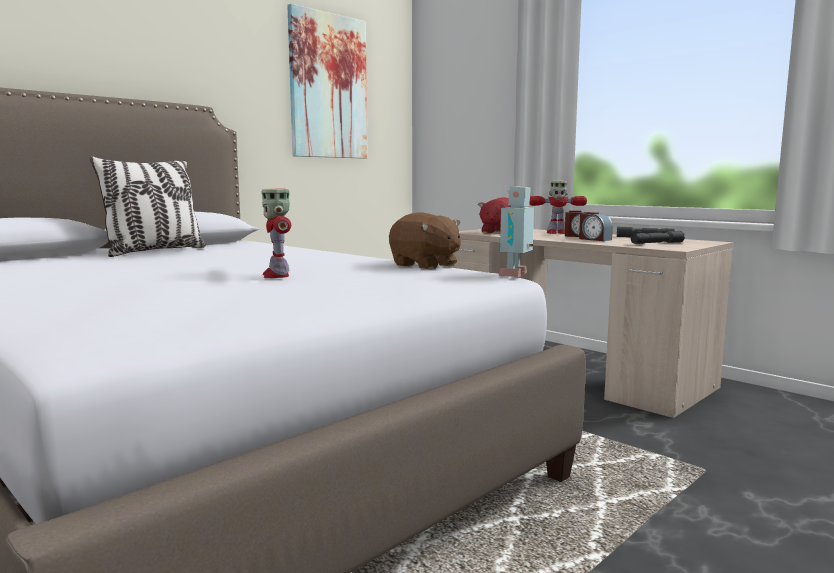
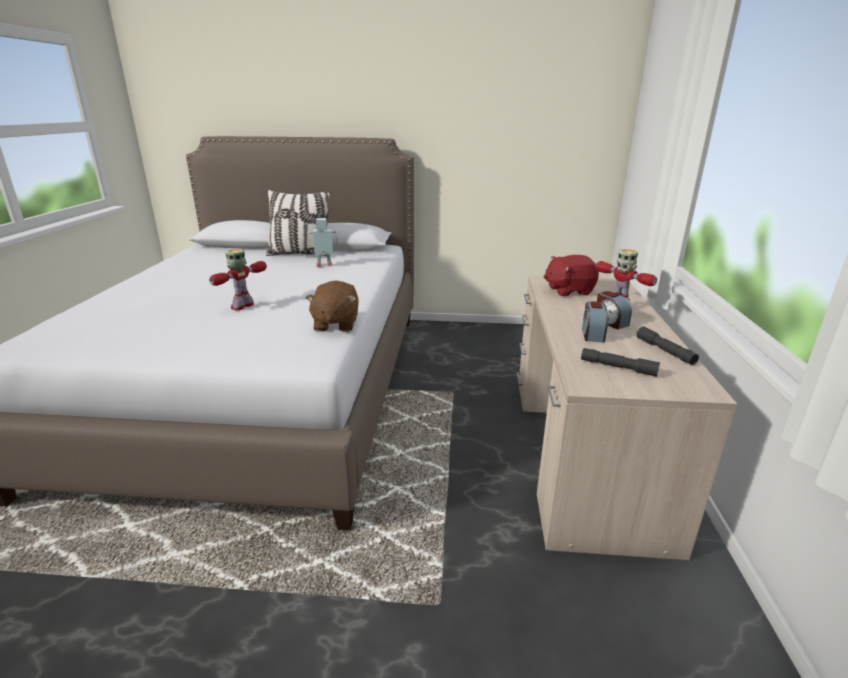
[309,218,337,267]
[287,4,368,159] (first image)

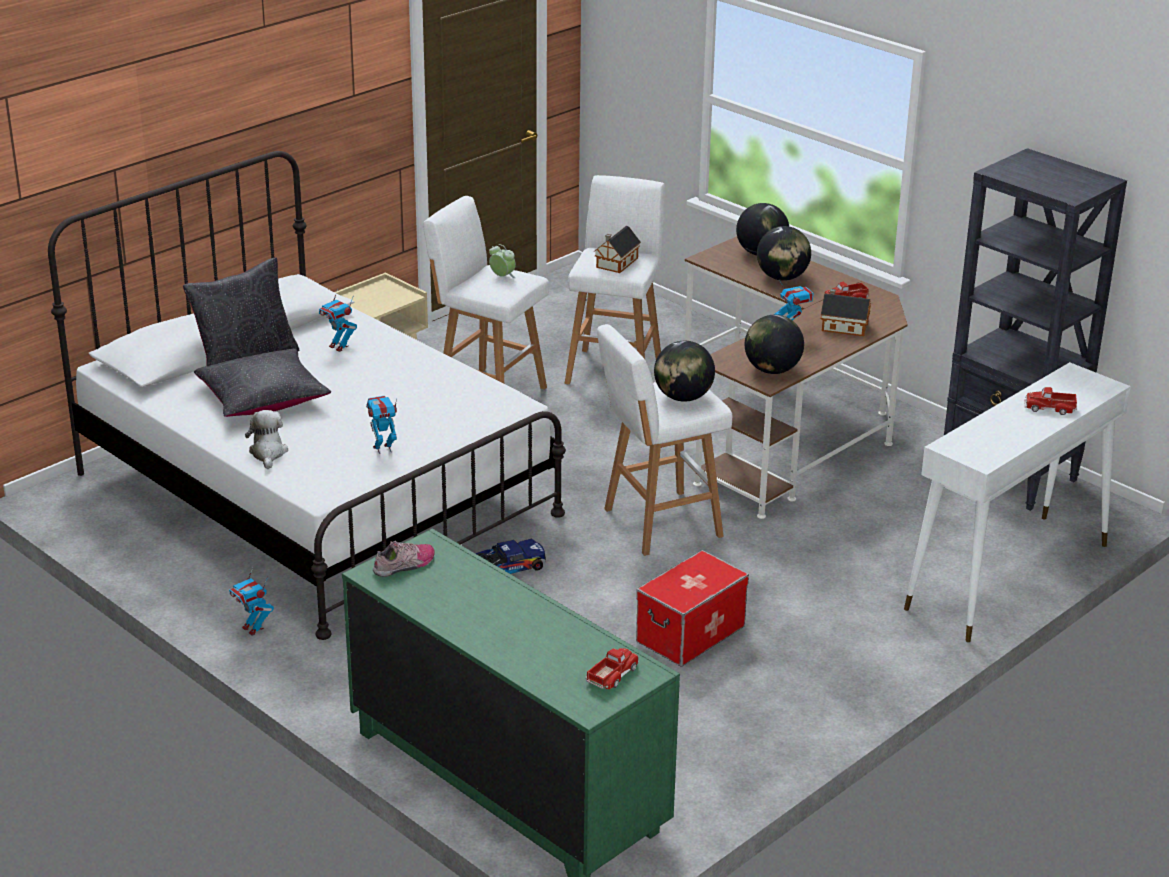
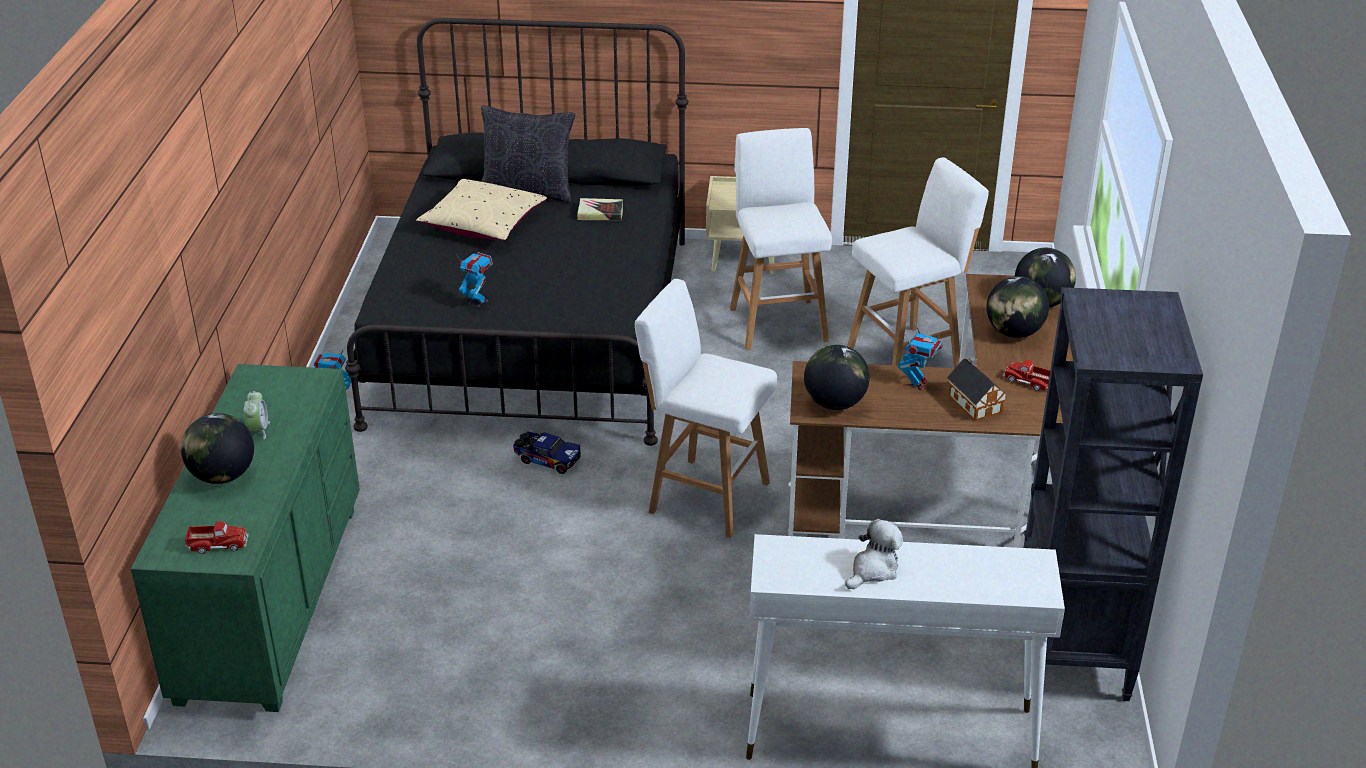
[181,413,254,484]
[243,391,270,439]
[345,18,688,446]
[416,179,547,241]
[577,198,623,220]
[845,519,903,589]
[373,541,435,577] (first image)
[595,226,641,273] (first image)
[636,550,749,667] (first image)
[1024,387,1077,415] (first image)

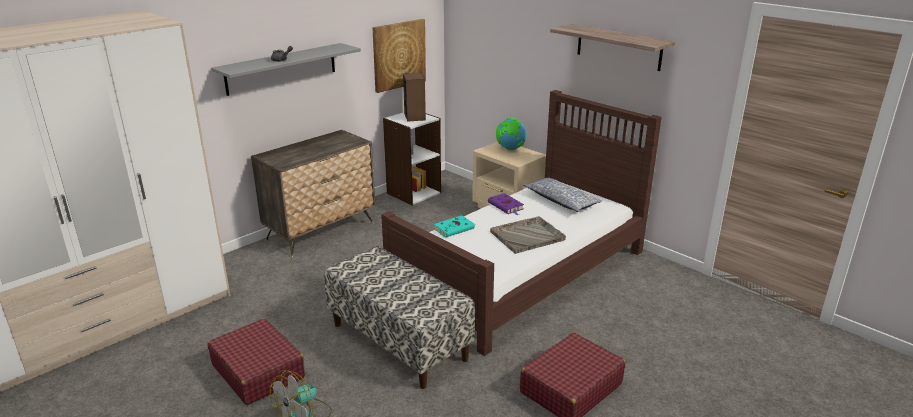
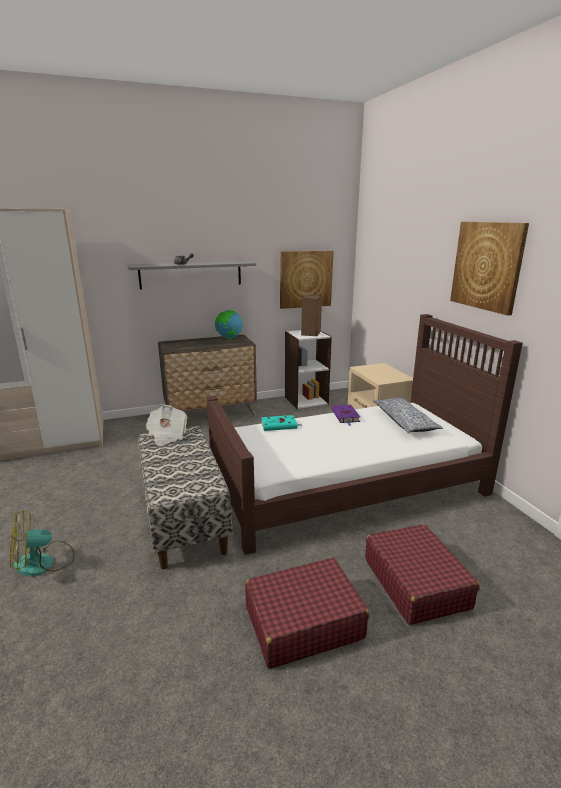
[146,405,188,446]
[215,310,243,339]
[365,524,480,625]
[450,222,529,315]
[490,216,566,254] (first image)

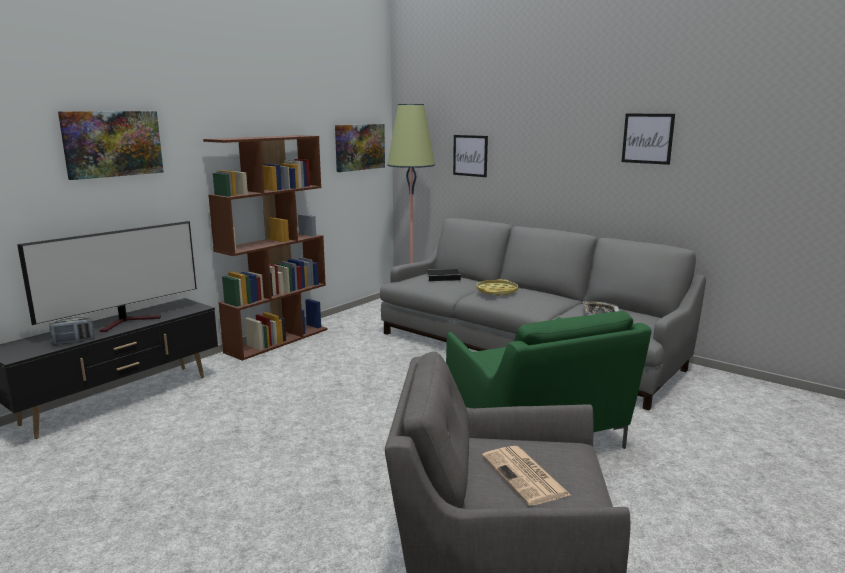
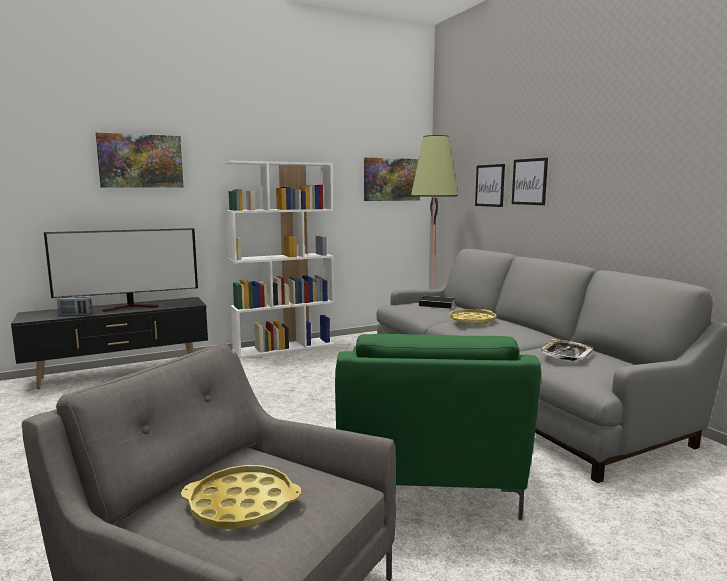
[181,465,301,529]
[223,161,335,359]
[512,158,548,205]

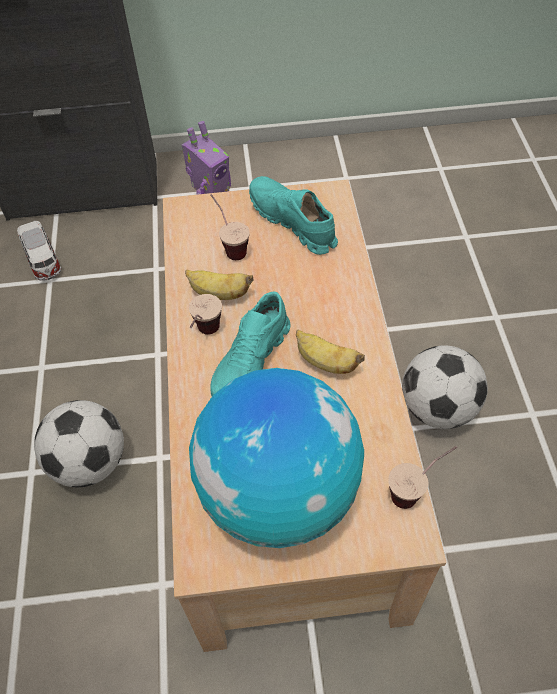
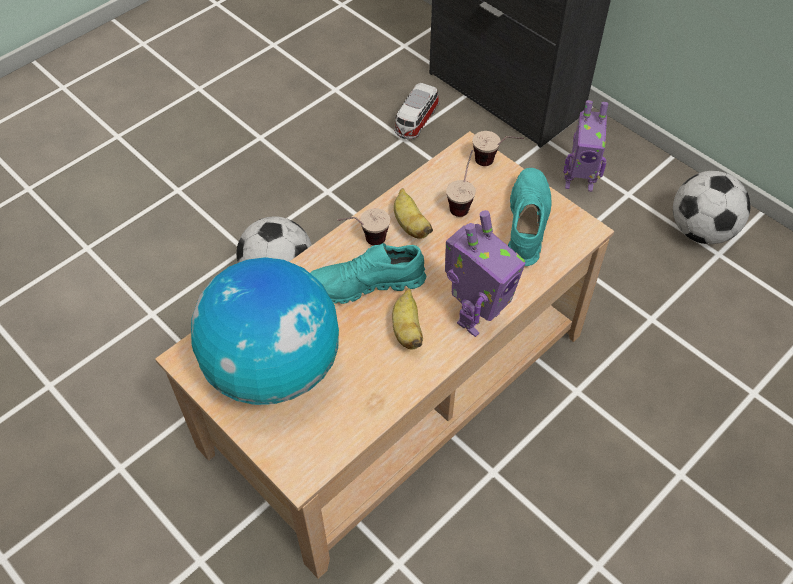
[445,210,526,337]
[472,131,524,166]
[673,171,750,244]

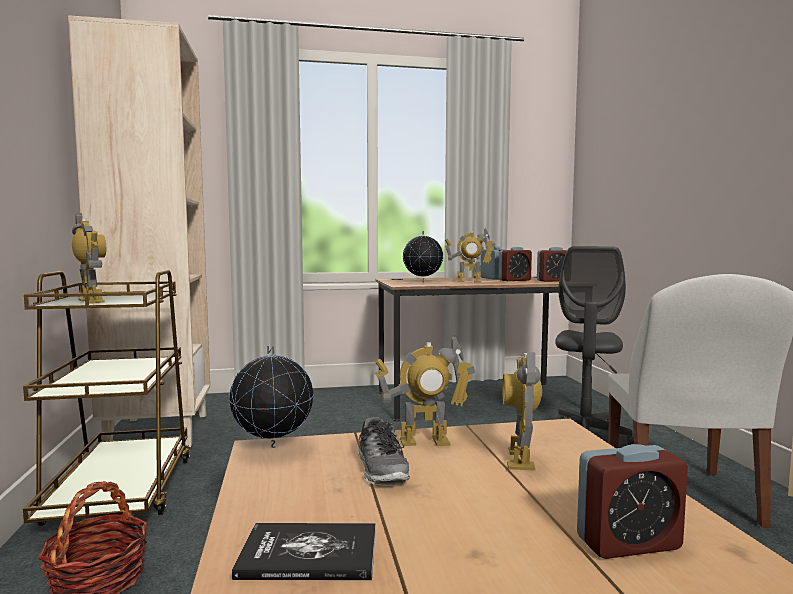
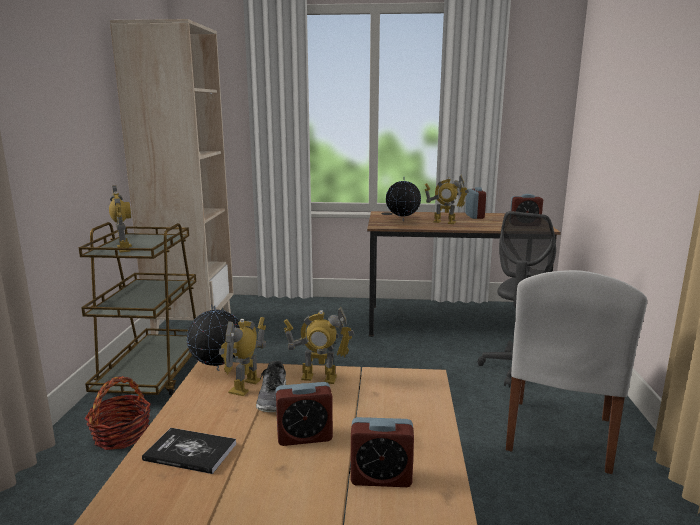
[219,317,266,396]
[276,382,333,446]

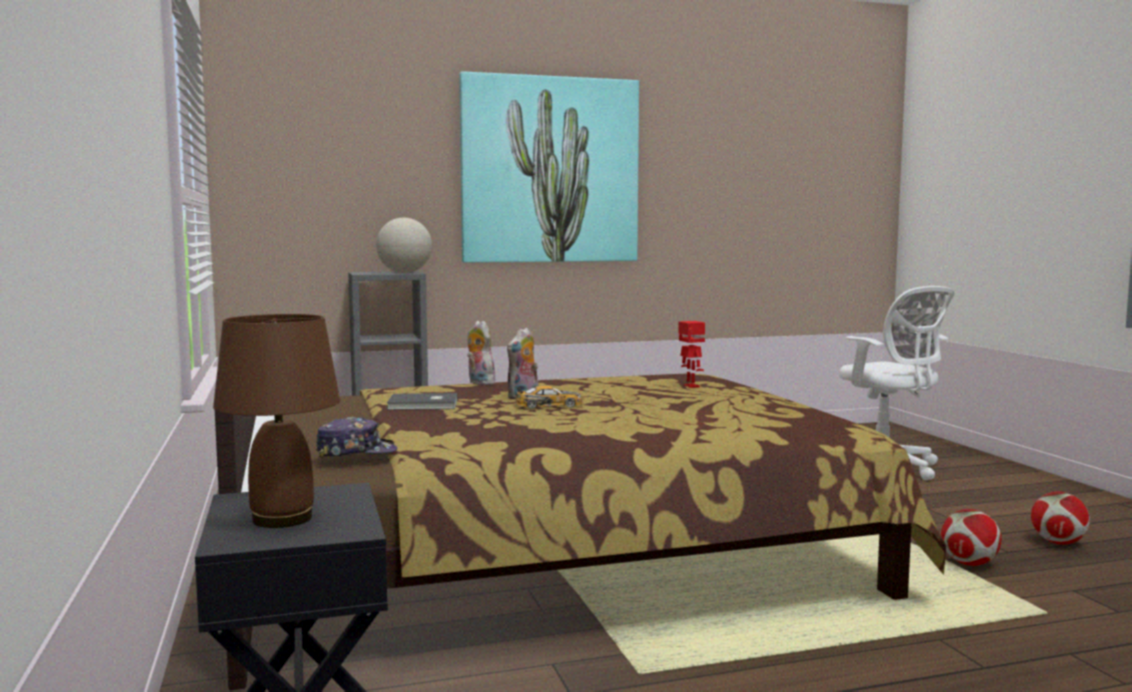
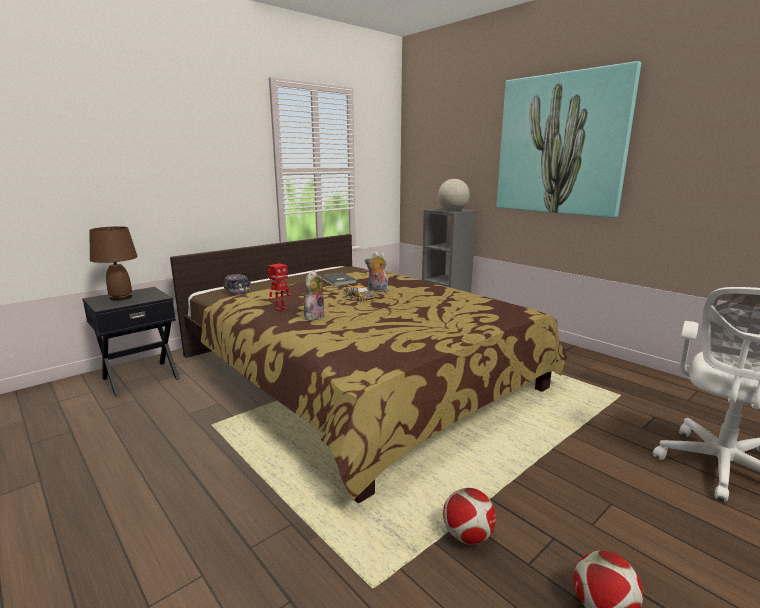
[268,263,291,311]
[303,271,325,321]

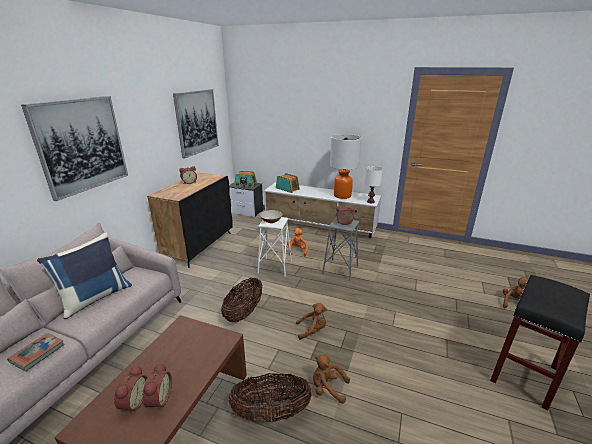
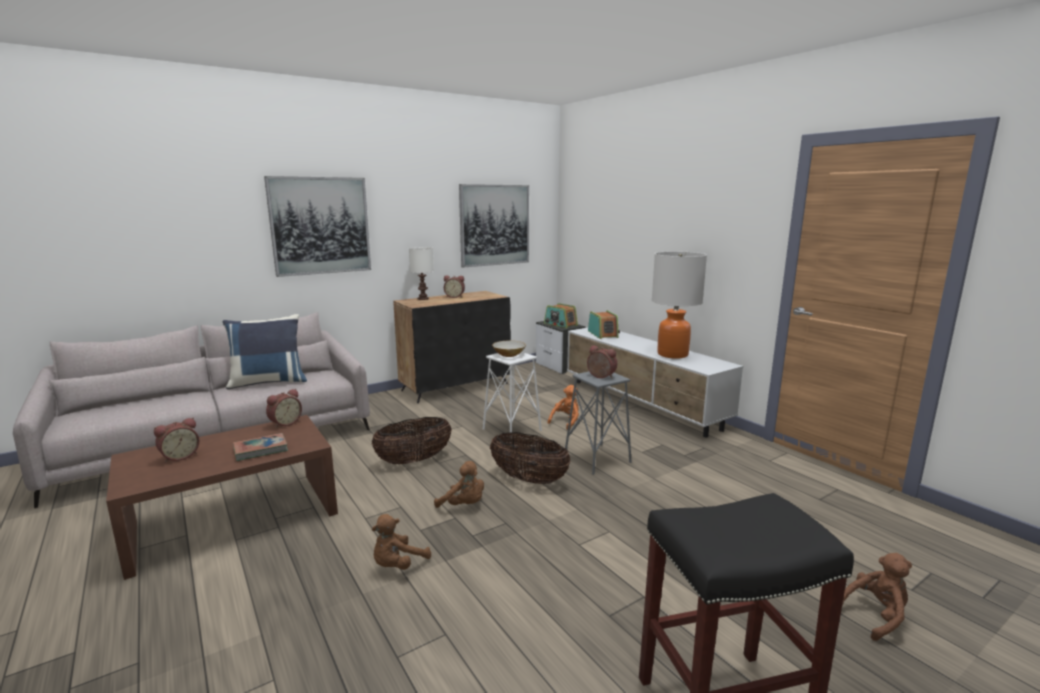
[233,433,288,461]
[266,389,302,428]
[371,514,431,570]
[409,247,434,300]
[490,432,571,484]

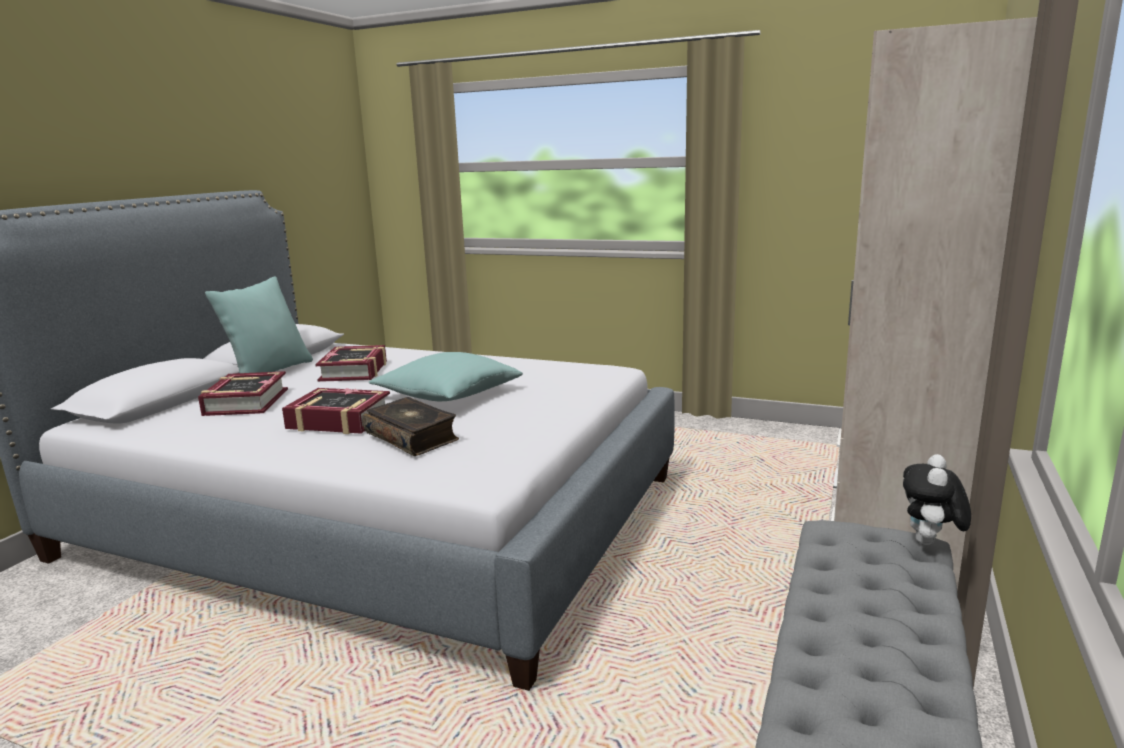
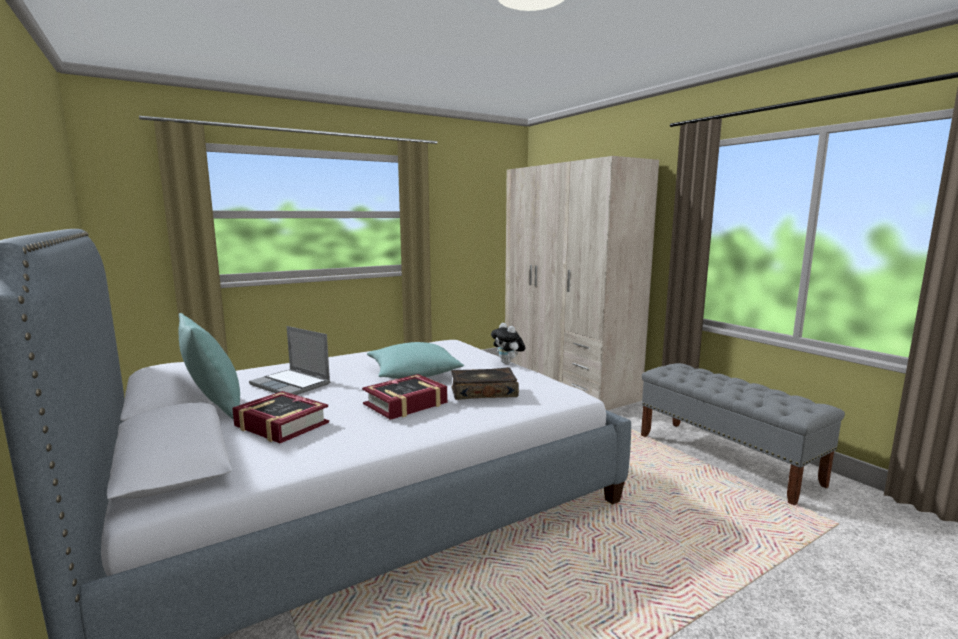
[249,326,330,395]
[491,323,525,364]

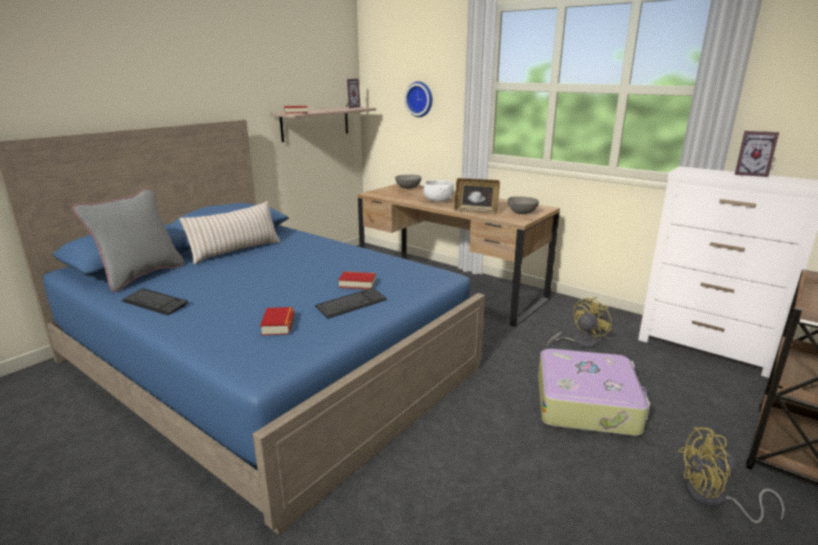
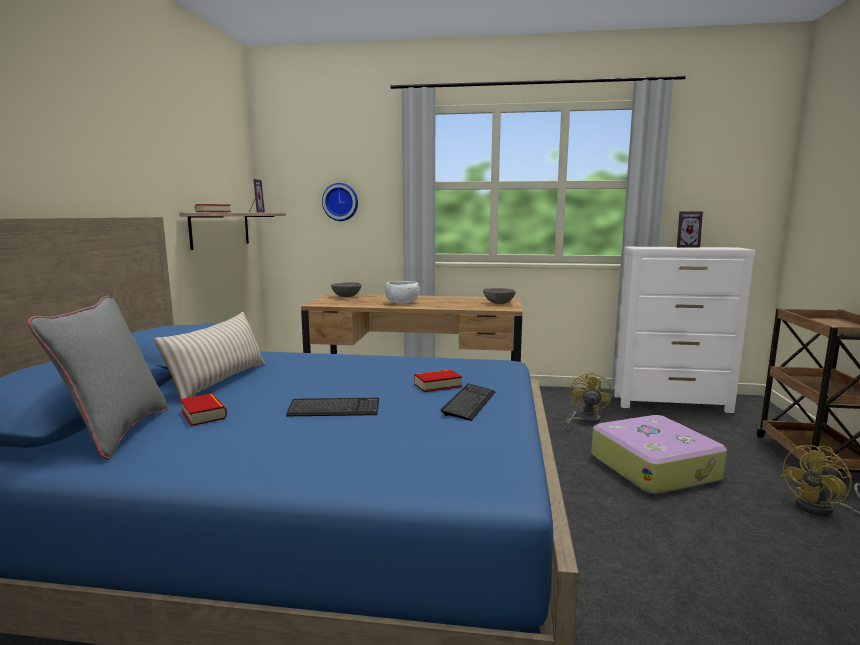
[180,393,227,426]
[286,398,379,416]
[454,178,500,214] (first image)

